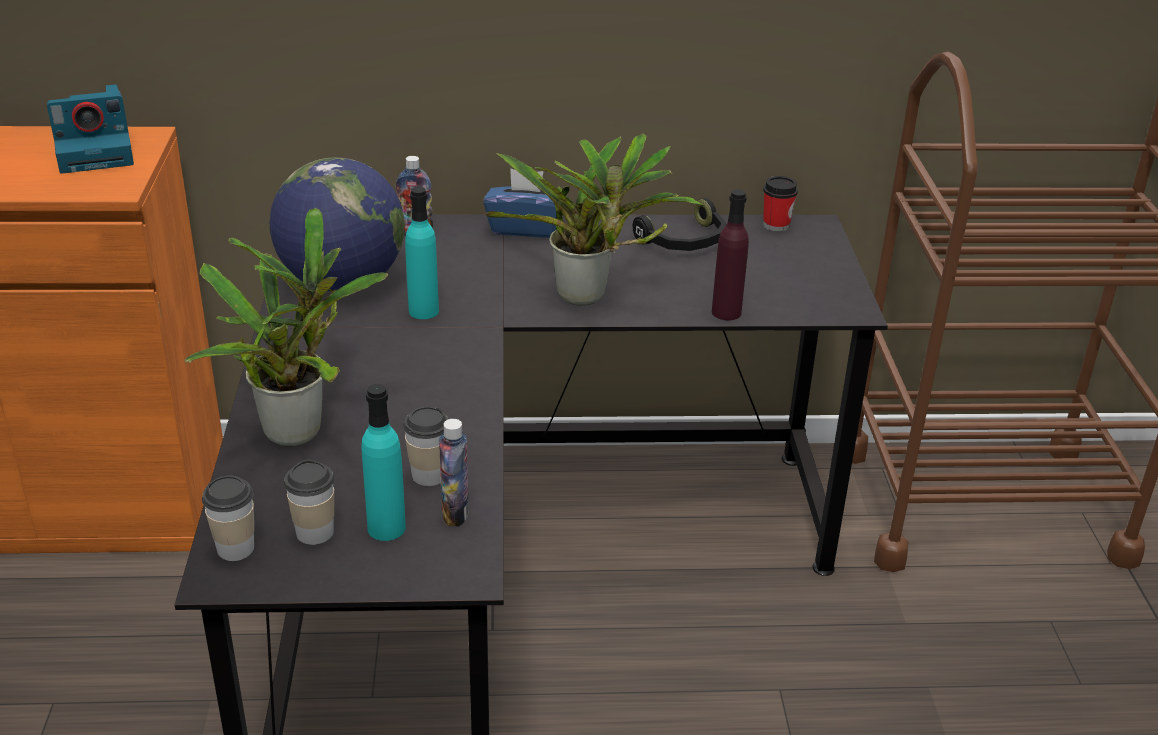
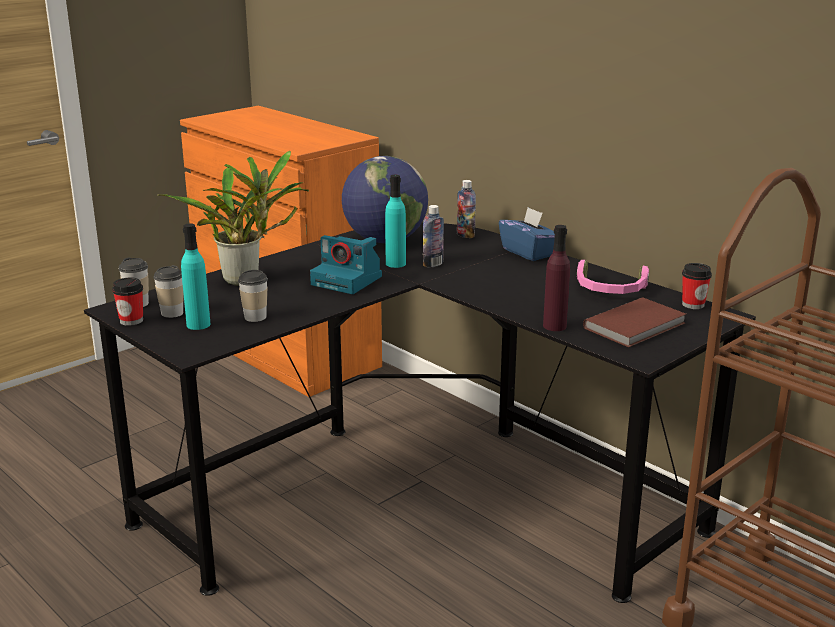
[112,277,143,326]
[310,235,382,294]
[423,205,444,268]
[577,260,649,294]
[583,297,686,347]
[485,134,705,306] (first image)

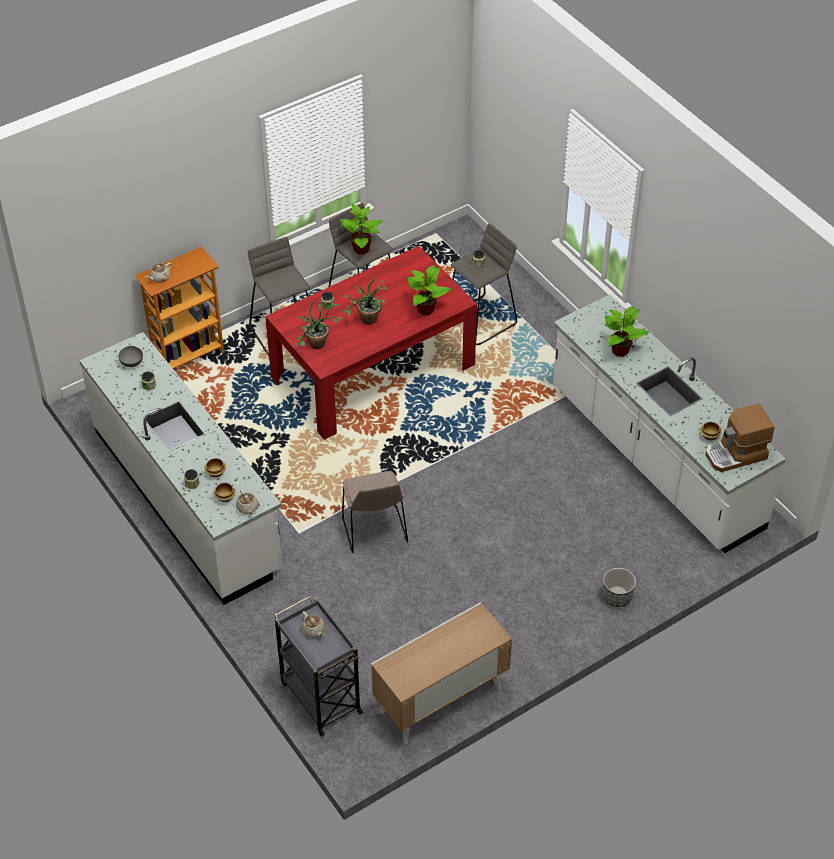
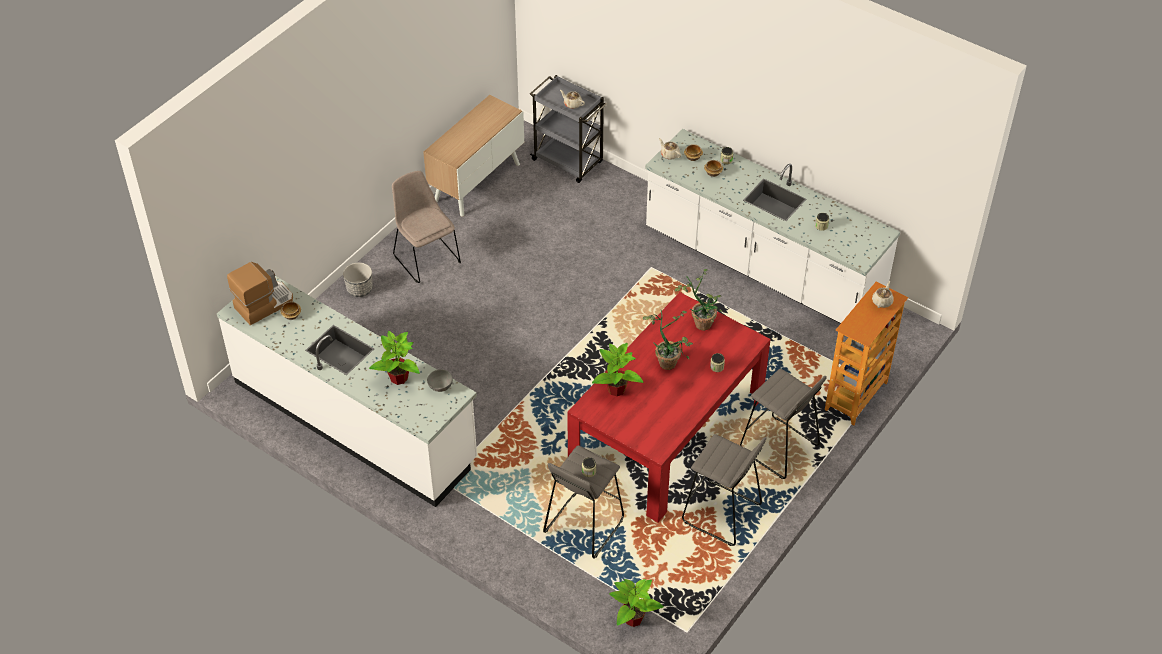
[392,171,461,283]
[427,369,453,392]
[609,579,664,627]

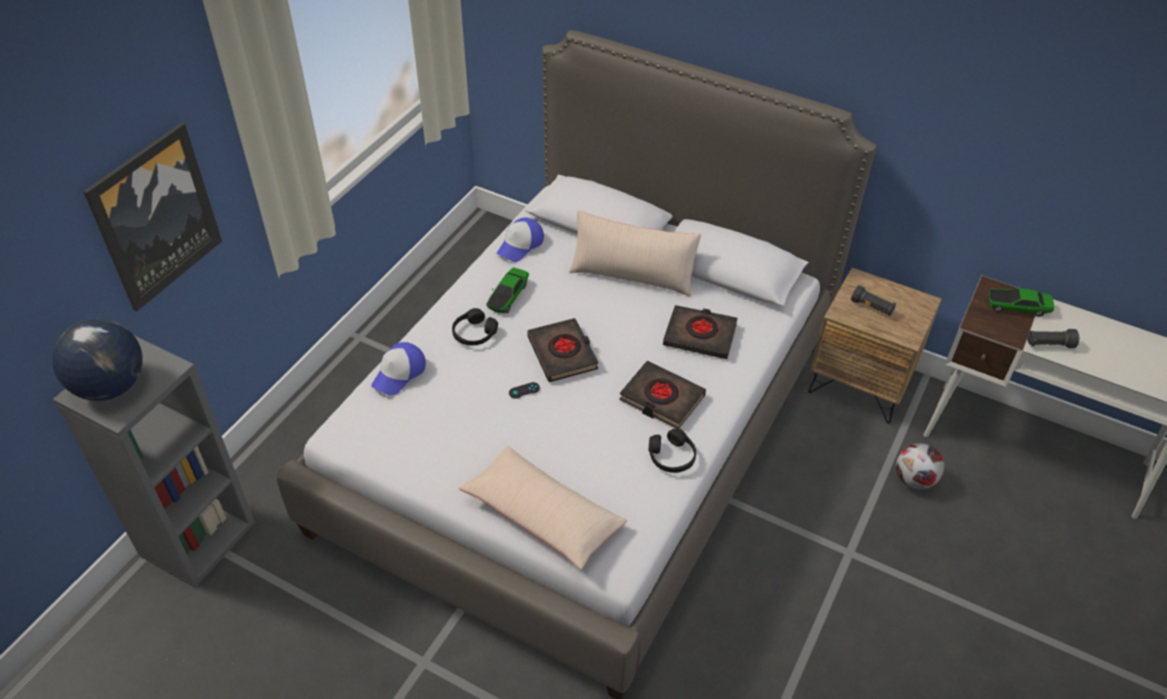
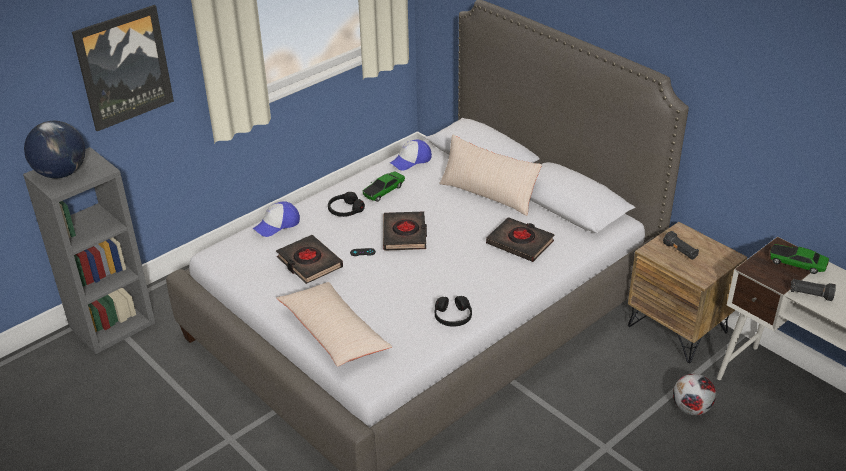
[276,235,343,284]

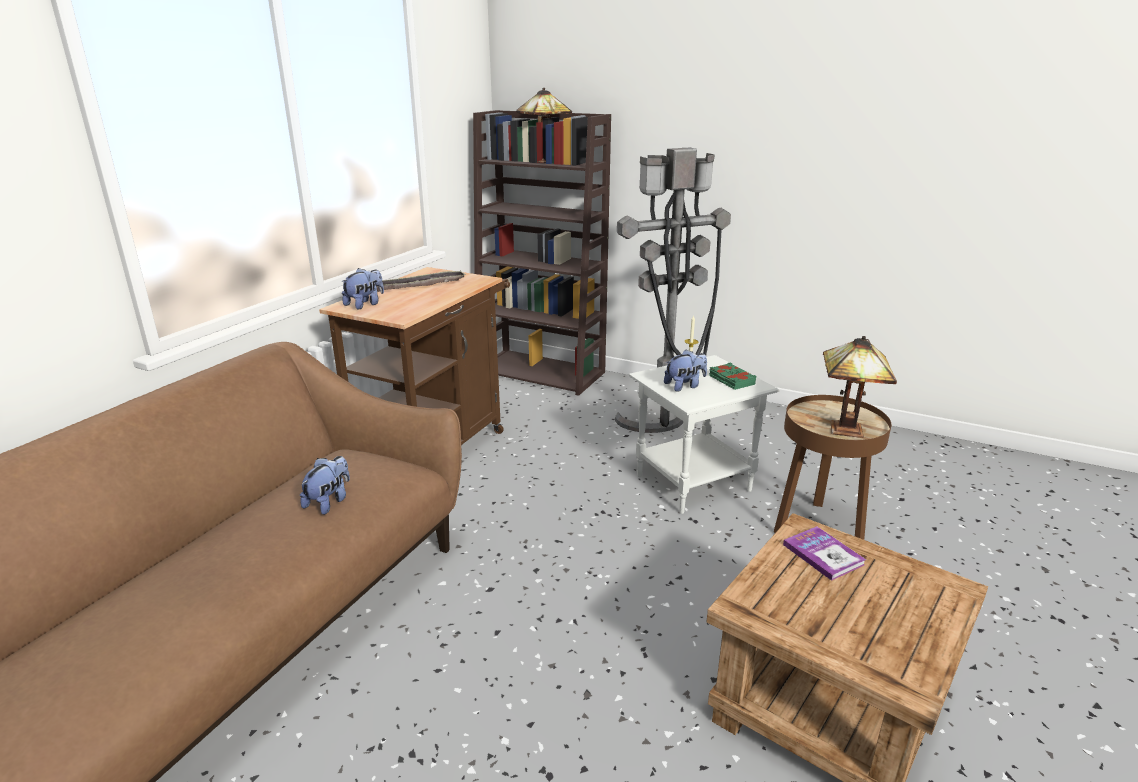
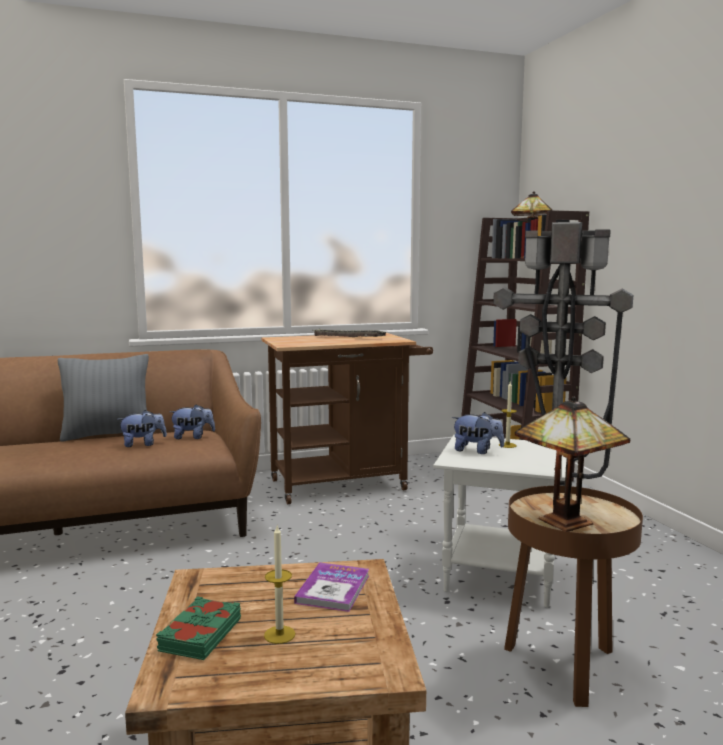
[58,354,149,442]
[156,596,241,660]
[170,404,215,439]
[264,526,295,644]

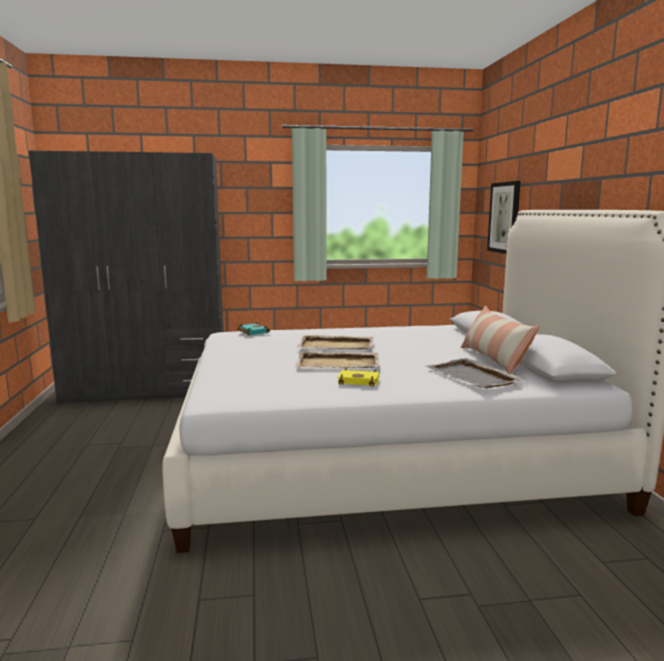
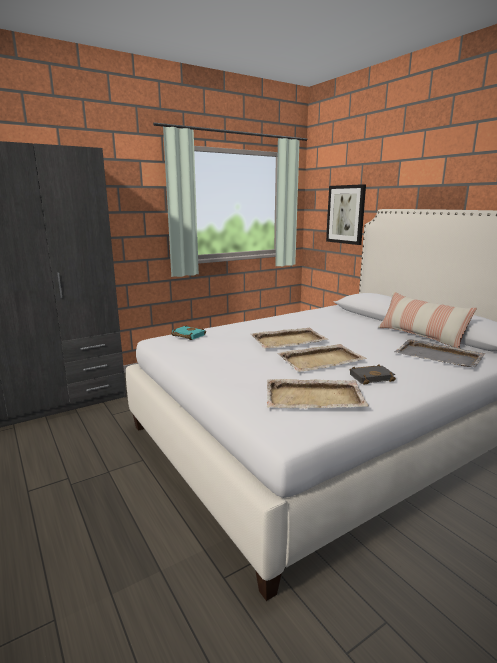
[266,379,369,409]
[350,364,396,385]

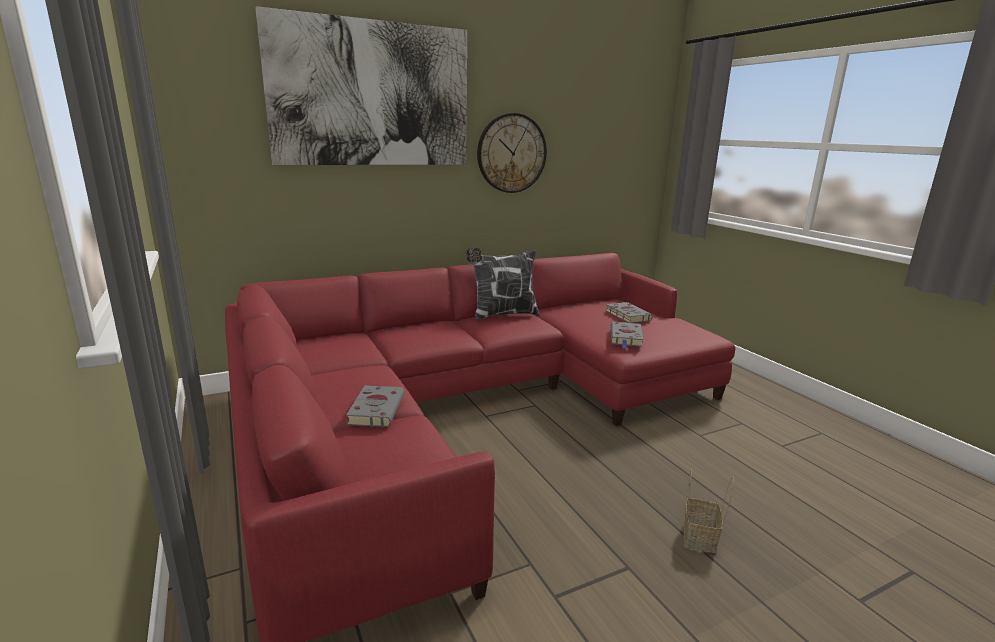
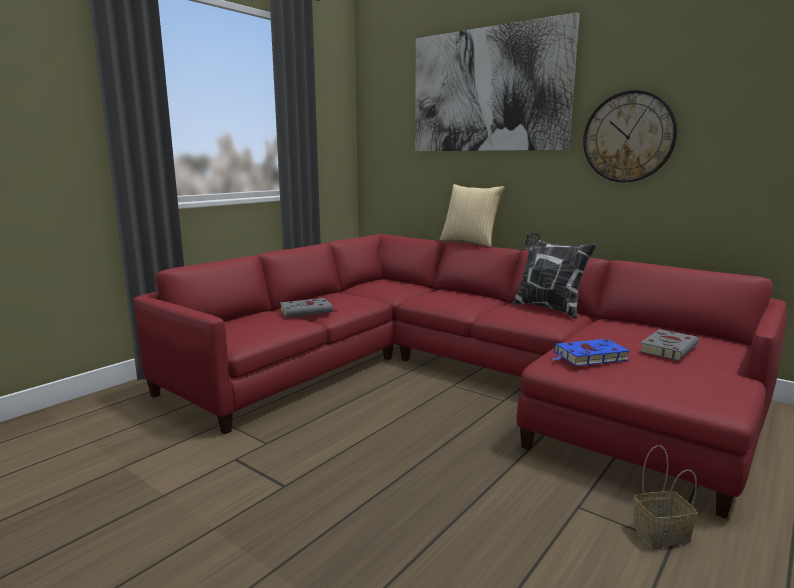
[440,184,505,247]
[551,339,630,366]
[633,445,698,547]

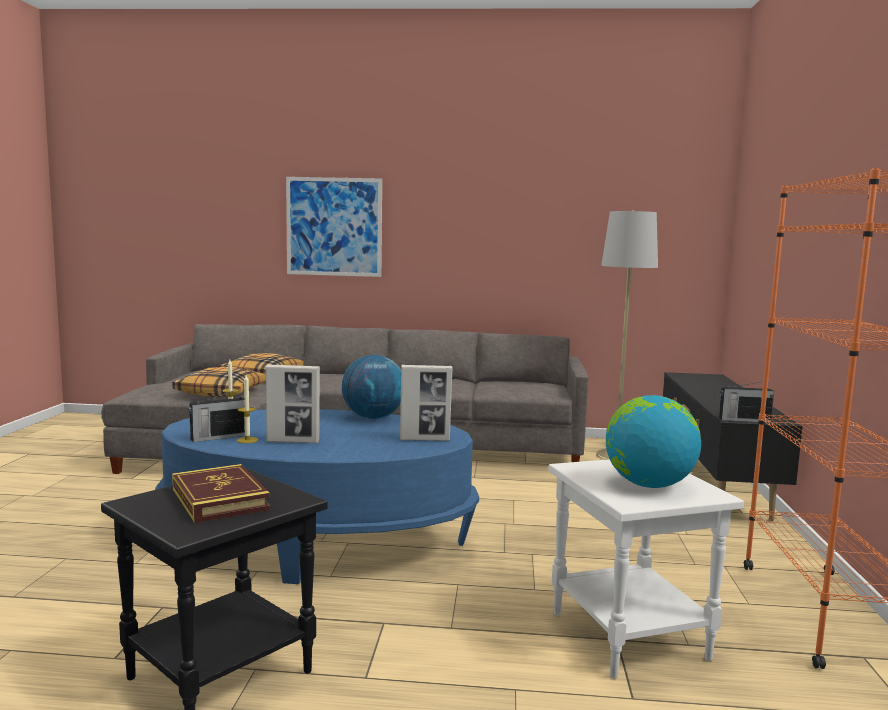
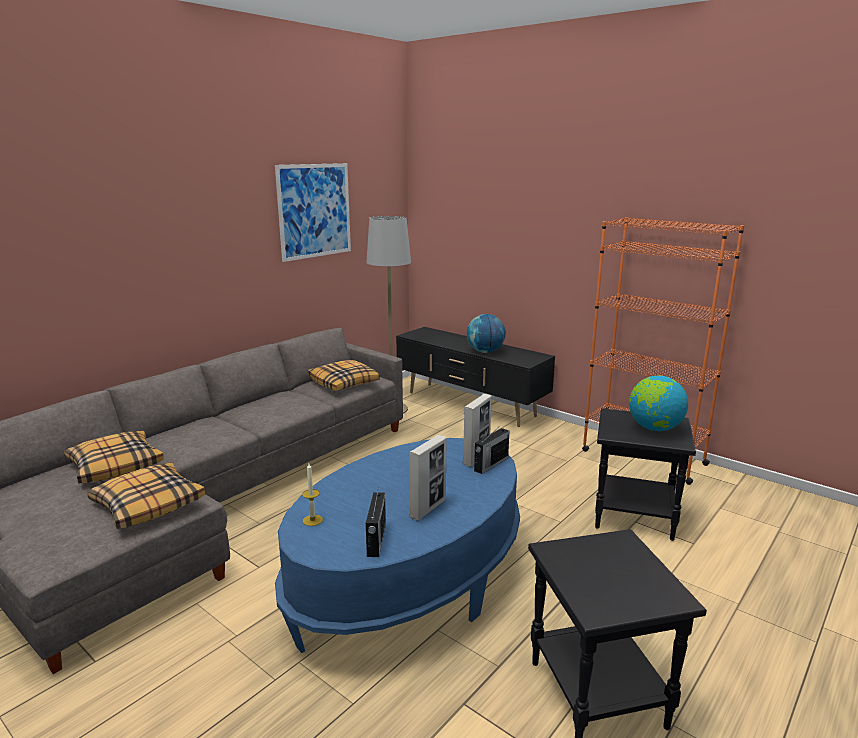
[275,163,351,262]
[308,360,380,391]
[467,314,506,353]
[474,423,509,474]
[595,408,696,541]
[172,464,270,523] (first image)
[237,375,258,443] (first image)

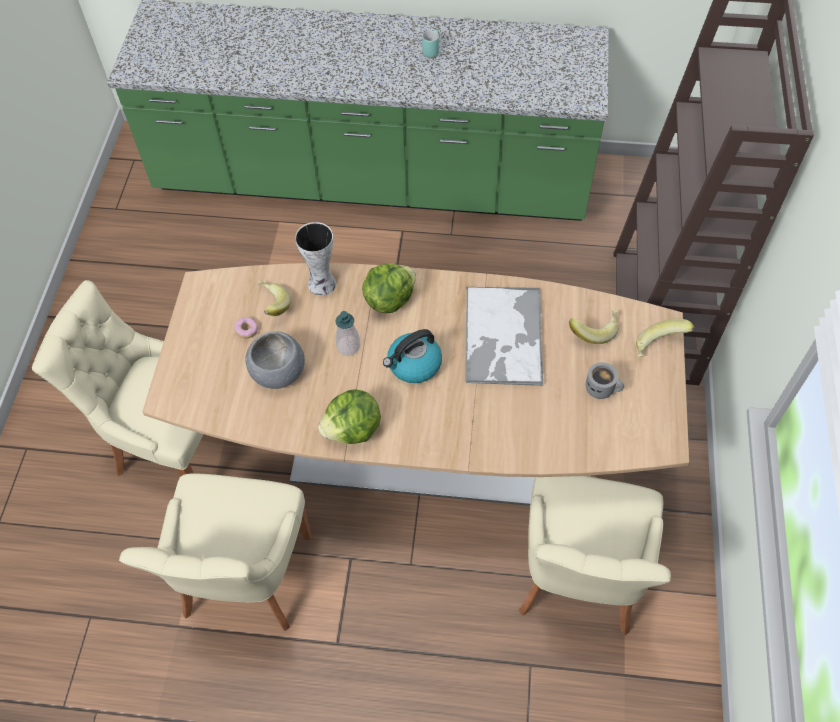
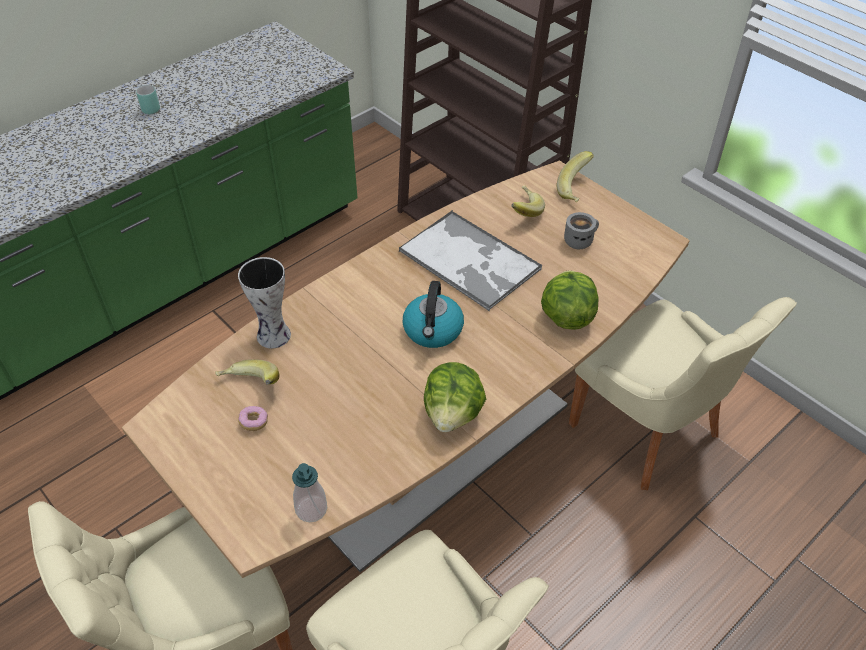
[292,463,327,523]
[541,270,599,330]
[245,331,305,389] (first image)

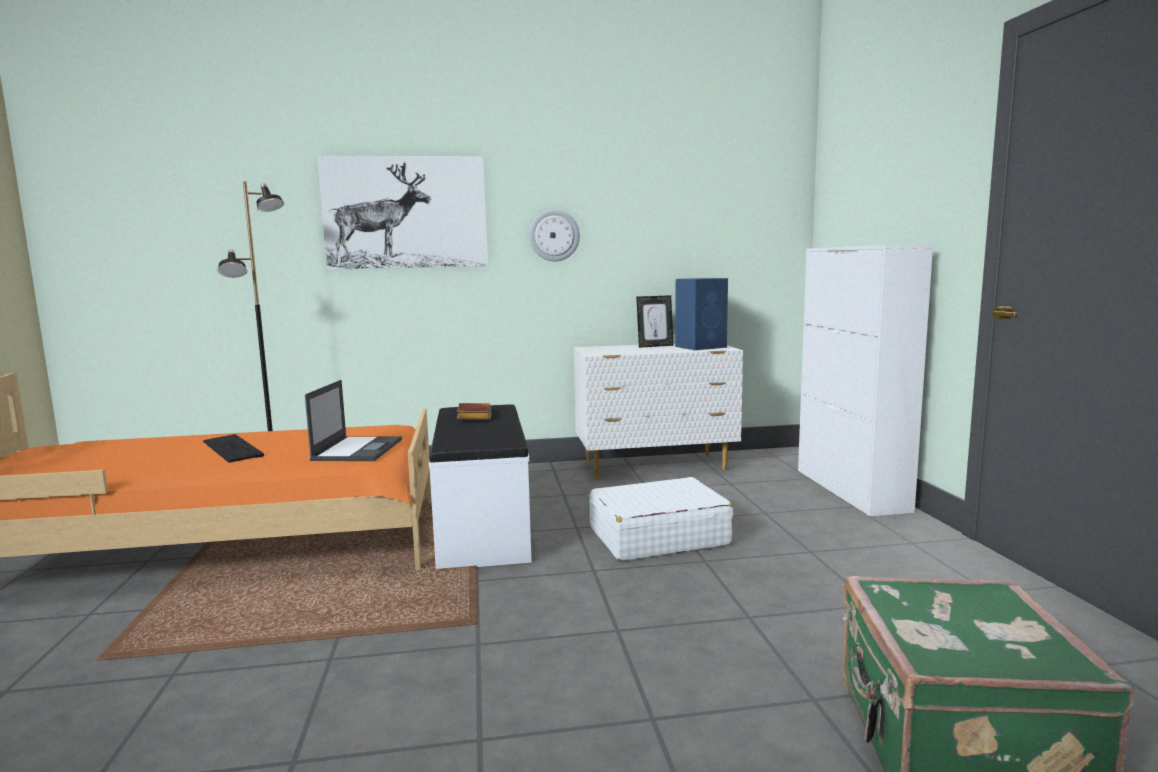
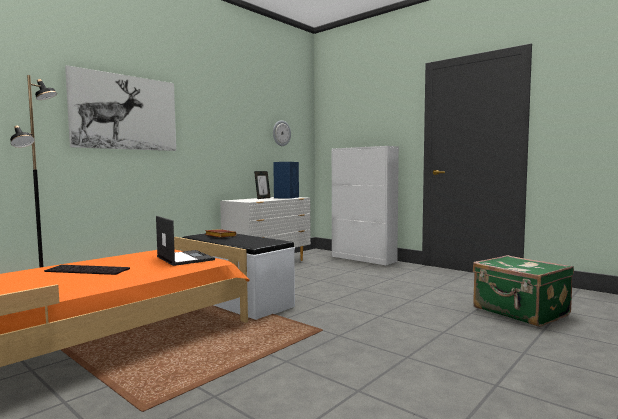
[273,120,291,146]
[590,477,733,561] (first image)

